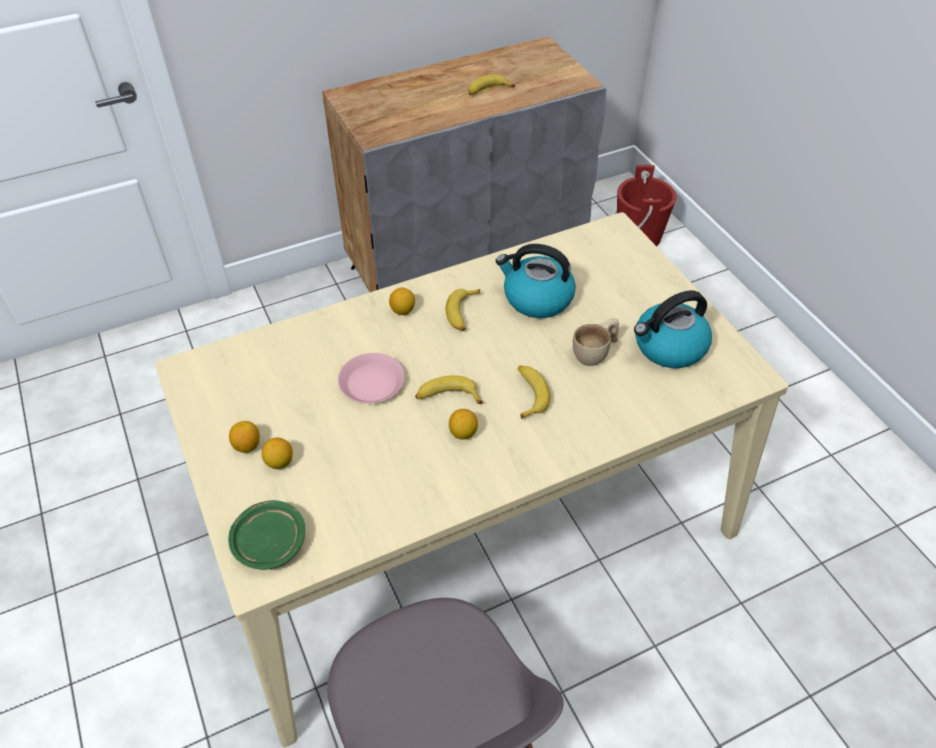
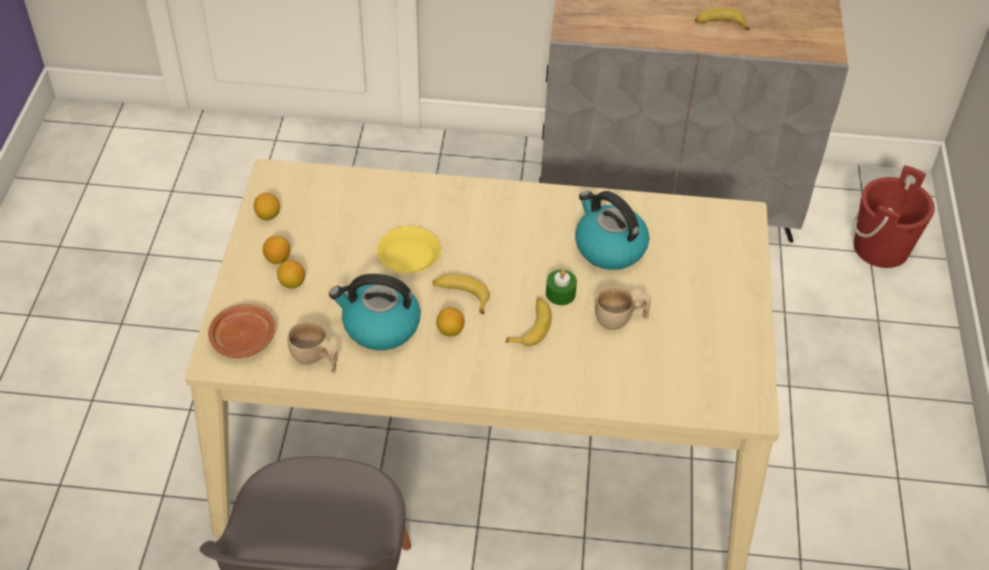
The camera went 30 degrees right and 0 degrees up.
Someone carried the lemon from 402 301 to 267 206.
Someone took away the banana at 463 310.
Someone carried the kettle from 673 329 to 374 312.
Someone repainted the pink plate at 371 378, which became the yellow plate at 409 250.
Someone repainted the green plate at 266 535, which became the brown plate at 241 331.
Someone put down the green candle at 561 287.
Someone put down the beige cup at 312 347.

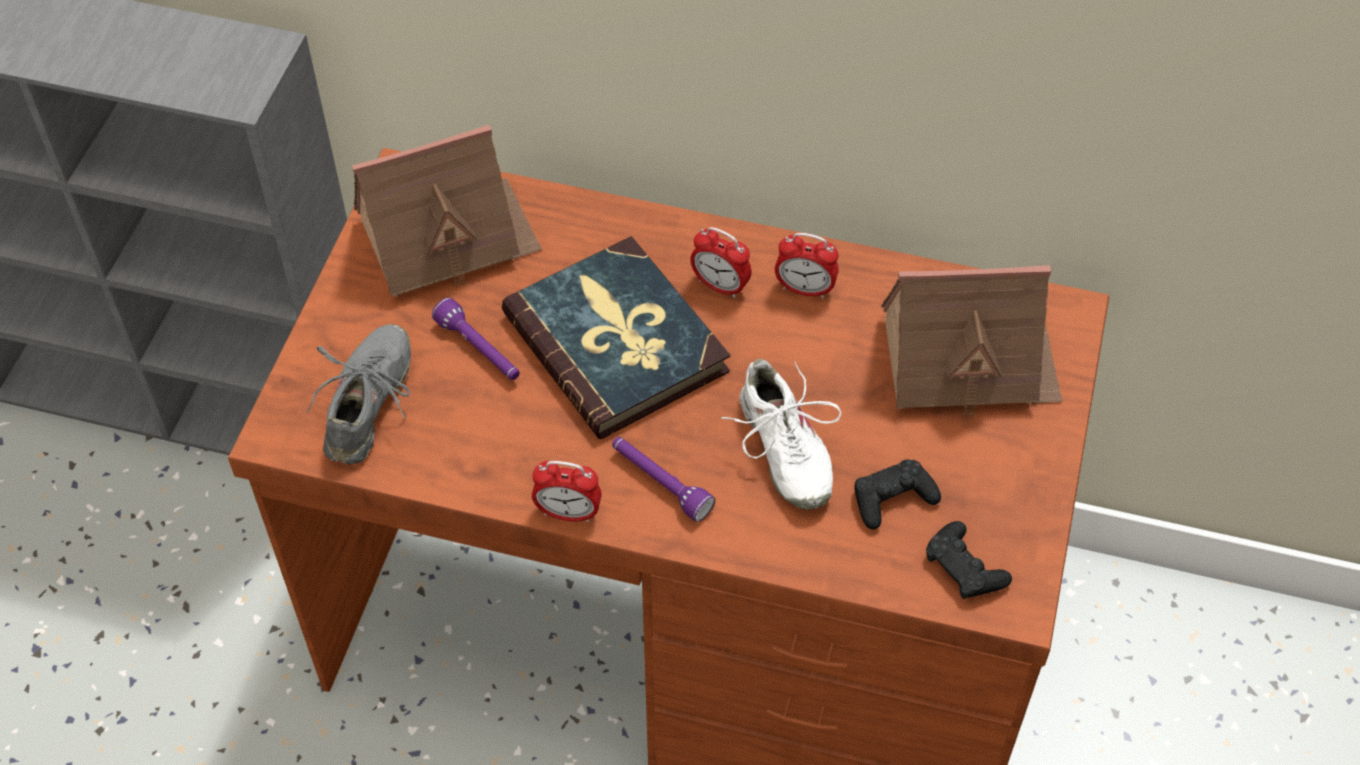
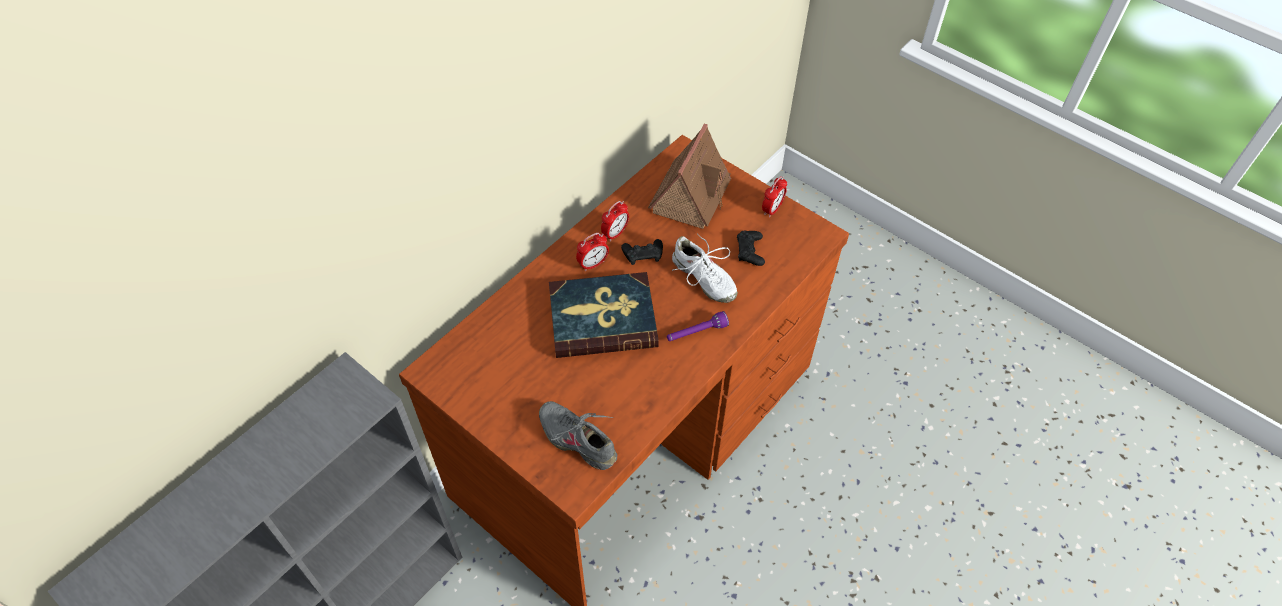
The camera went 65 degrees left and 0 degrees up.
Someone took away the toy house at 447 211.
Someone took away the purple flashlight at 476 339.
Someone rotated the white shoe at 781 434 by 45 degrees clockwise.
Someone carried the alarm clock from 567 491 to 774 197.
Someone carried the black game controller from 969 560 to 642 252.

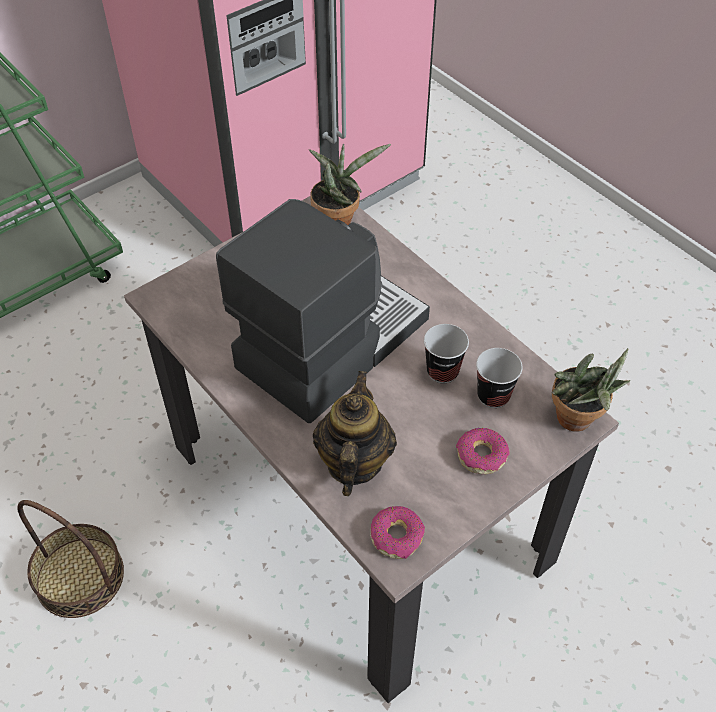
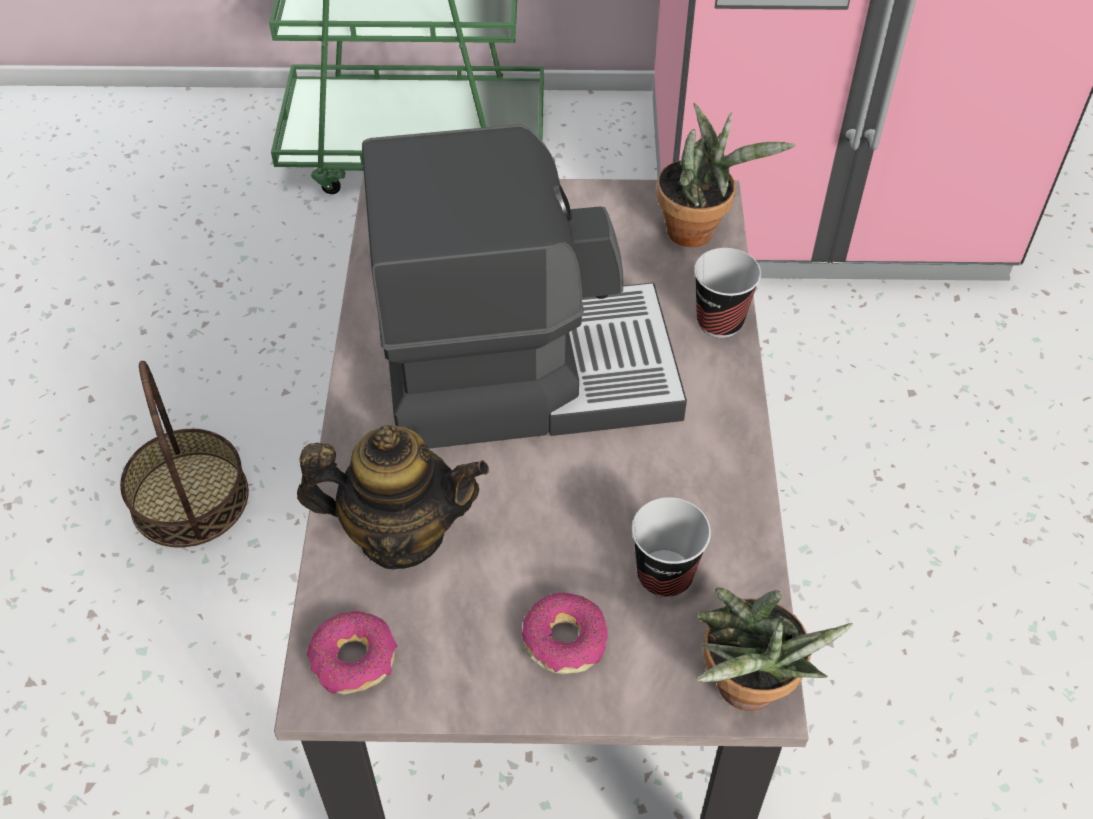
The camera went 40 degrees right and 0 degrees up.
Someone carried the cup from 446 353 to 727 293.
Someone rotated the teapot at 355 433 by 45 degrees clockwise.

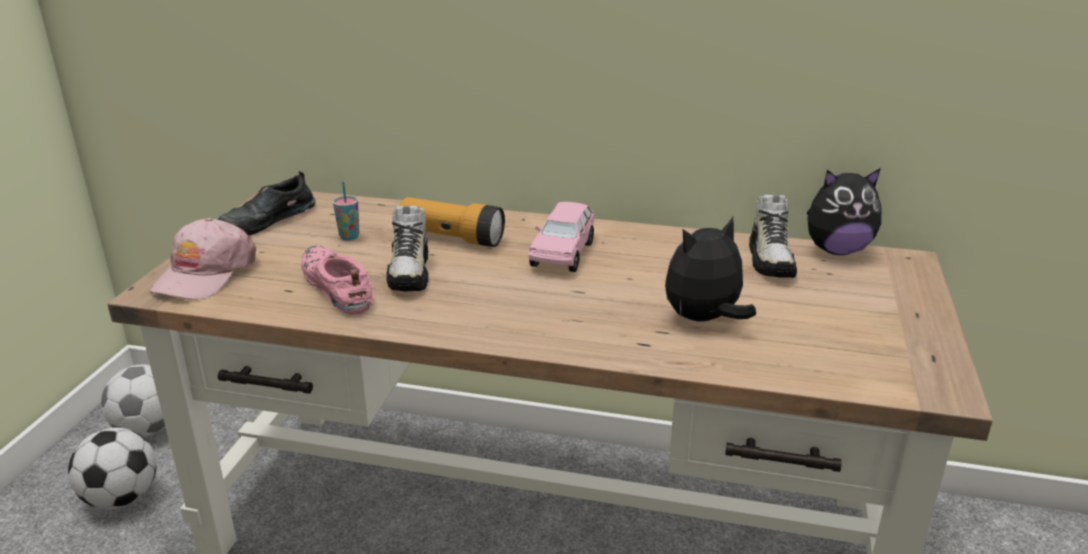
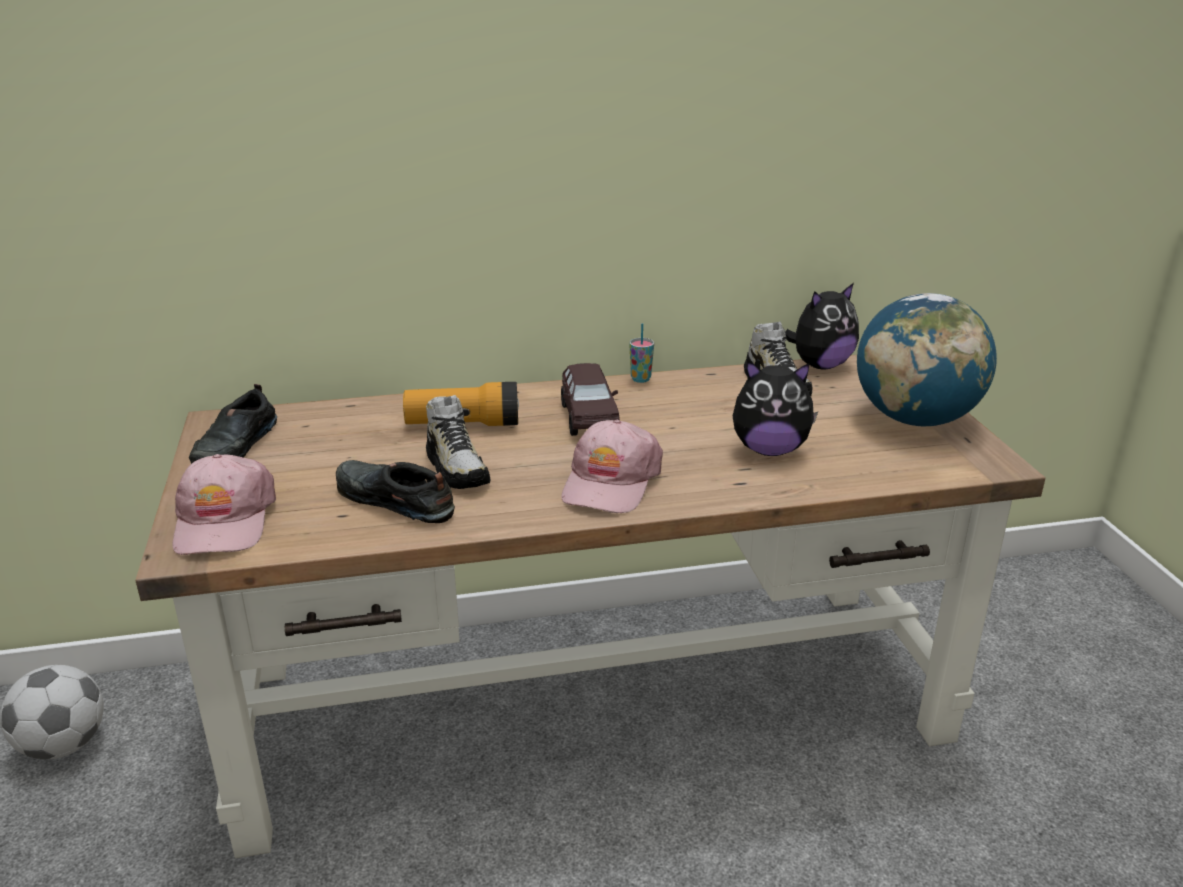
The camera went 25 degrees left and 0 degrees up.
Someone carried the cup from 346 211 to 641 353.
Someone repainted the pink toy car at 561 237, which became the brown toy car at 590 399.
Someone rotated the plush toy at 710 269 by 120 degrees counterclockwise.
Someone repainted the pink shoe at 337 280, which became the black shoe at 395 491.
Someone took away the football at 112 468.
Someone put down the globe at 927 359.
Someone put down the pink cap at 612 466.

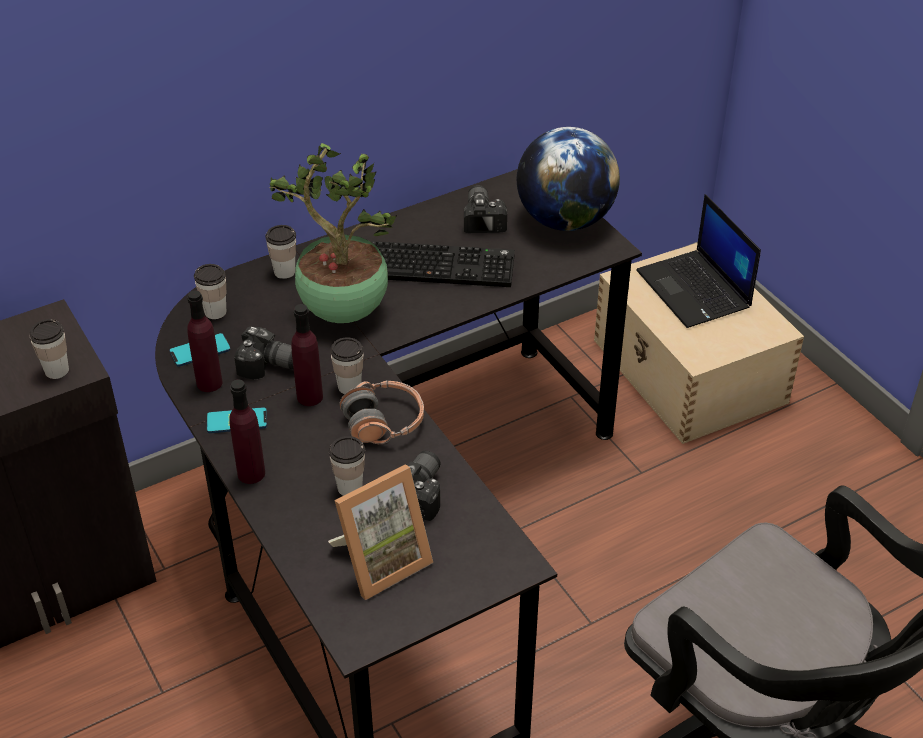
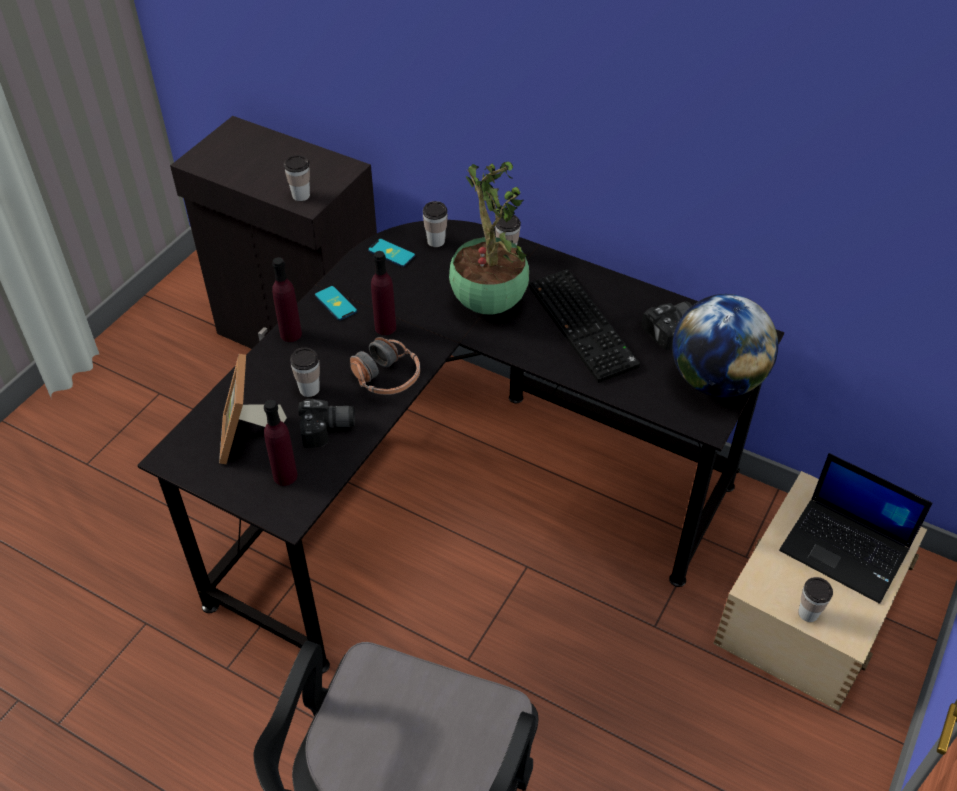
The camera went 60 degrees right and 5 degrees up.
Someone rotated the laptop at 698 261 by 90 degrees counterclockwise.
Someone carried the purple bottle from 205 341 to 281 443.
Someone took away the photo camera at 264 352.
Someone carried the cup from 347 365 to 815 599.
Someone rotated the picture frame at 380 532 by 60 degrees clockwise.

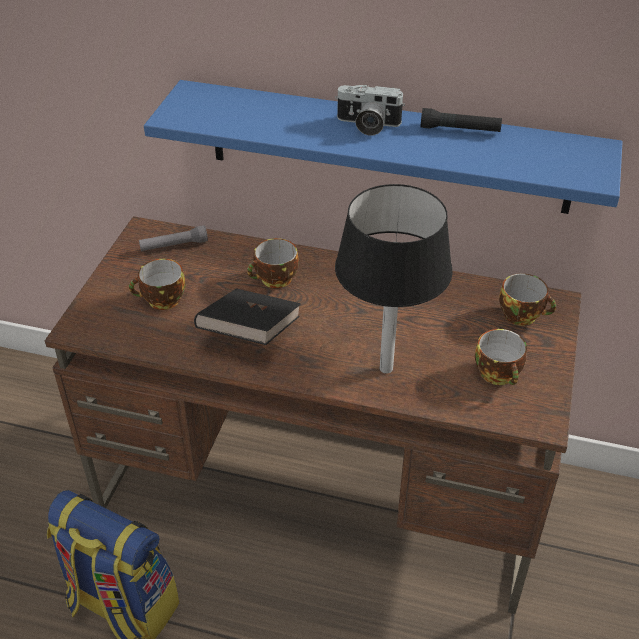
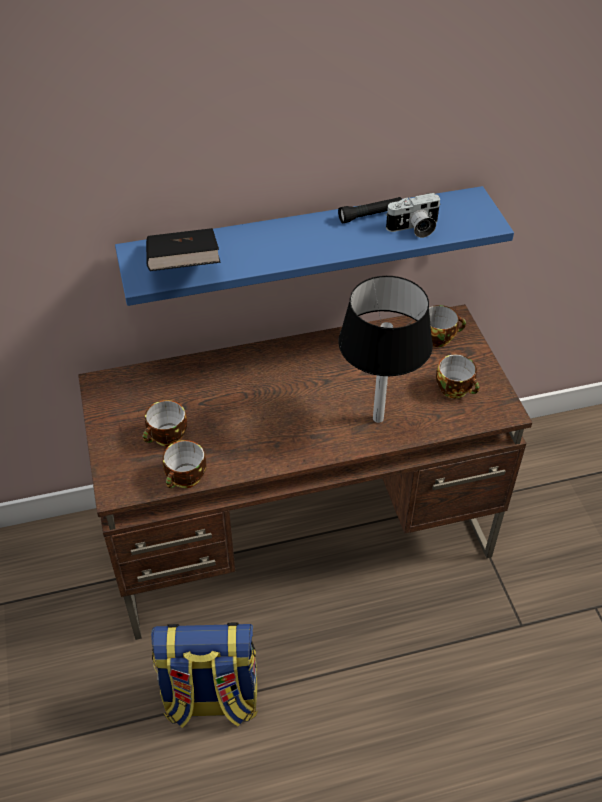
The camera went 30 degrees left and 5 degrees up.
Someone carried the photo camera from 370 110 to 413 215.
Someone took away the grey flashlight at 173 238.
Someone carried the cup from 273 263 to 184 464.
Someone carried the black book from 247 316 to 183 249.

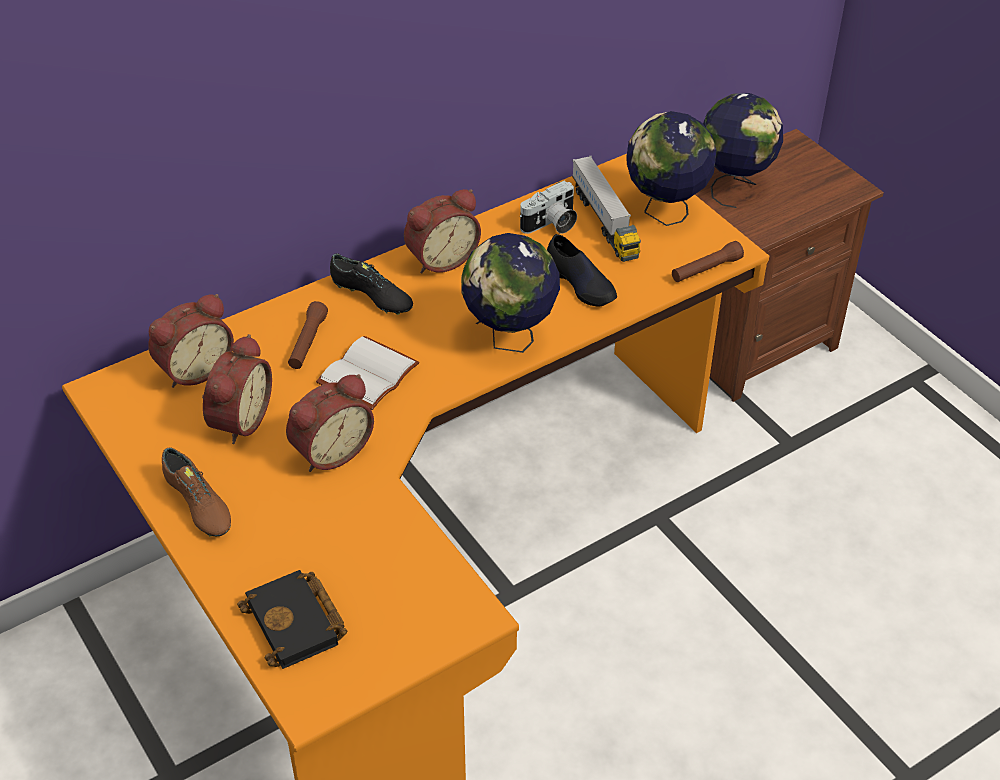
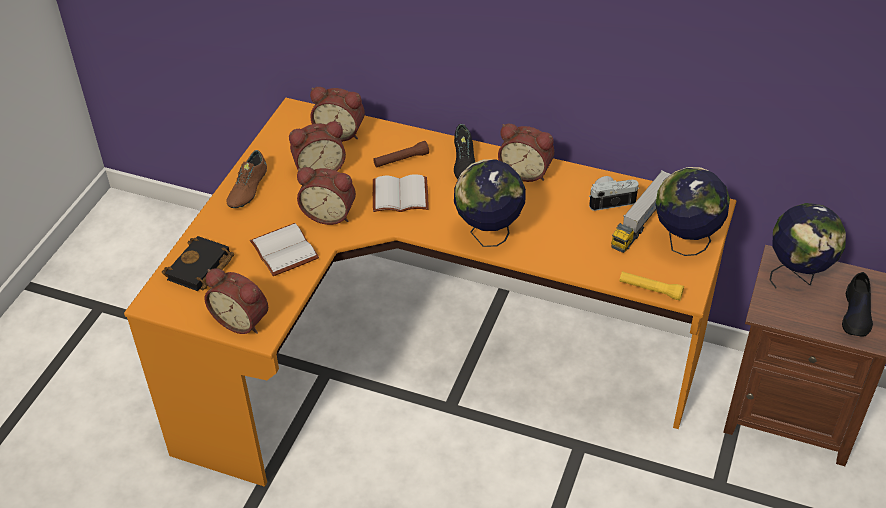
The camera went 55 degrees right and 0 degrees up.
Someone rotated the photo camera at 548 207 by 150 degrees clockwise.
Someone carried the black shoe from 582 270 to 857 304.
Someone repainted the brown flashlight at 708 261, which became the yellow flashlight at 651 286.
Someone put down the white book at 284 249.
Someone put down the alarm clock at 236 301.

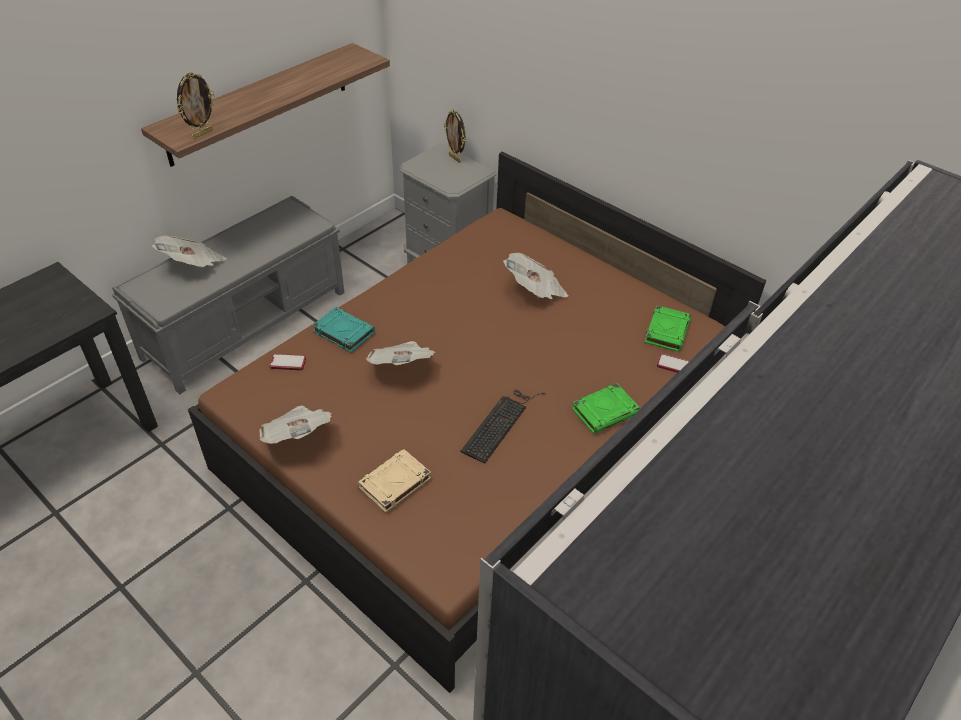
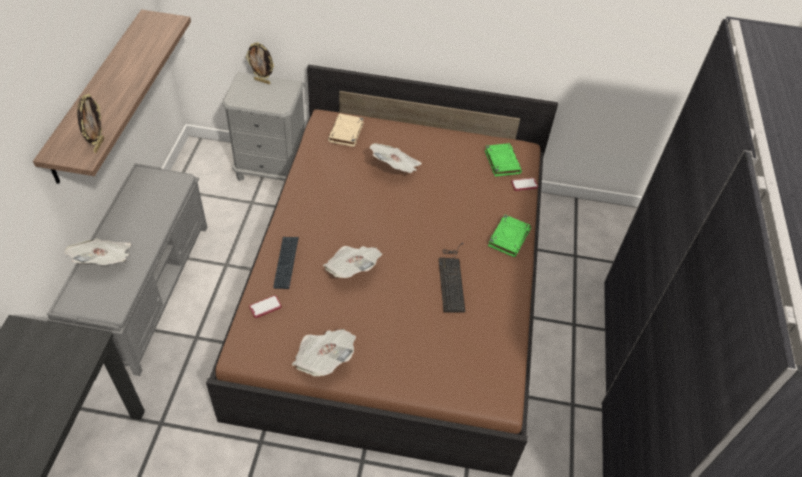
The camera went 35 degrees left and 5 degrees up.
Someone swapped the turquoise book at 343 330 for the keyboard at 286 263.
Someone carried the beige book from 394 481 to 346 130.

